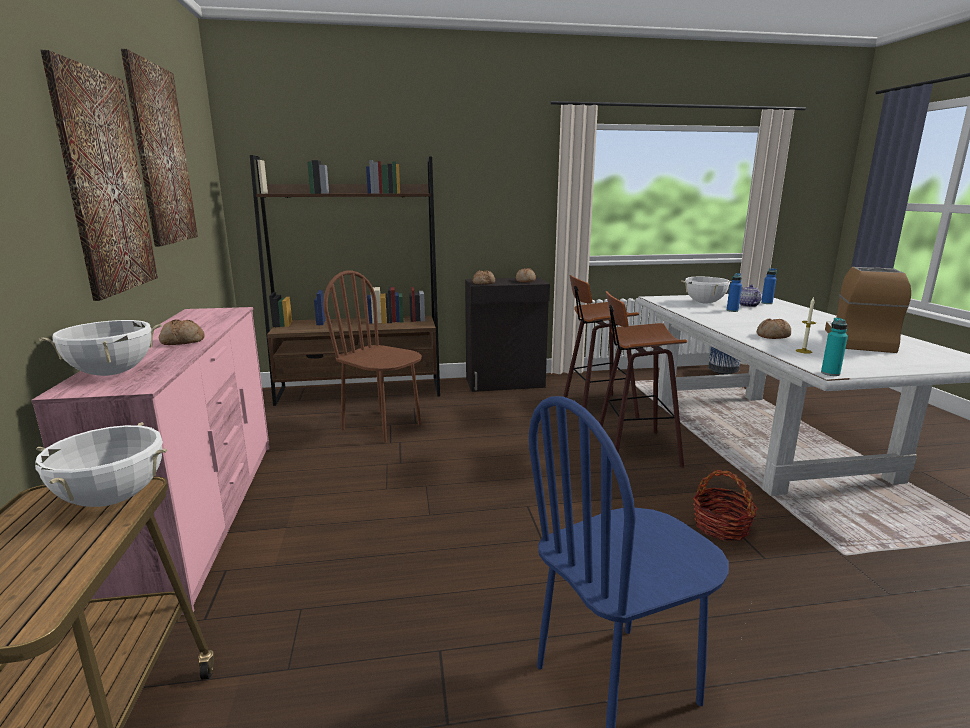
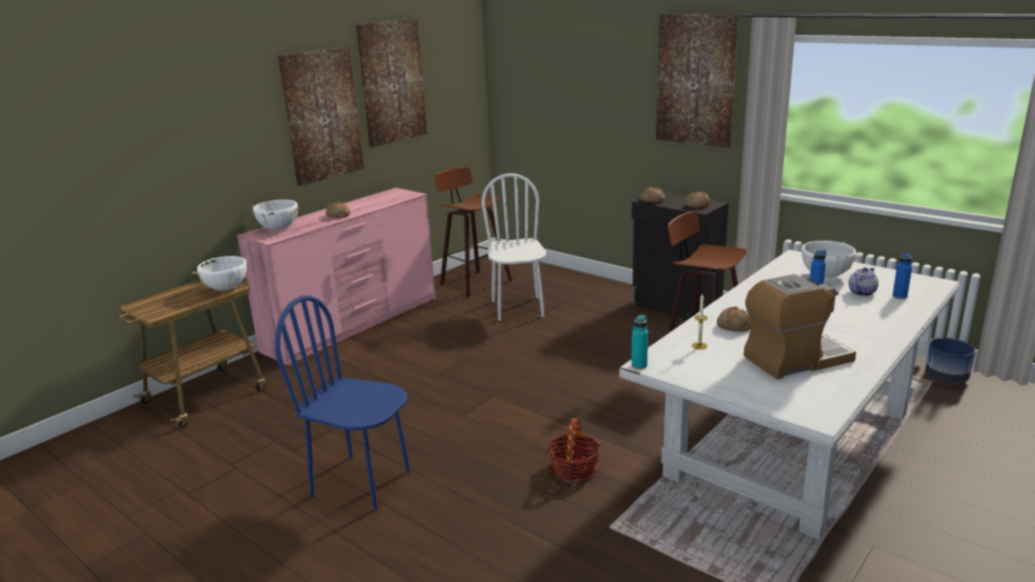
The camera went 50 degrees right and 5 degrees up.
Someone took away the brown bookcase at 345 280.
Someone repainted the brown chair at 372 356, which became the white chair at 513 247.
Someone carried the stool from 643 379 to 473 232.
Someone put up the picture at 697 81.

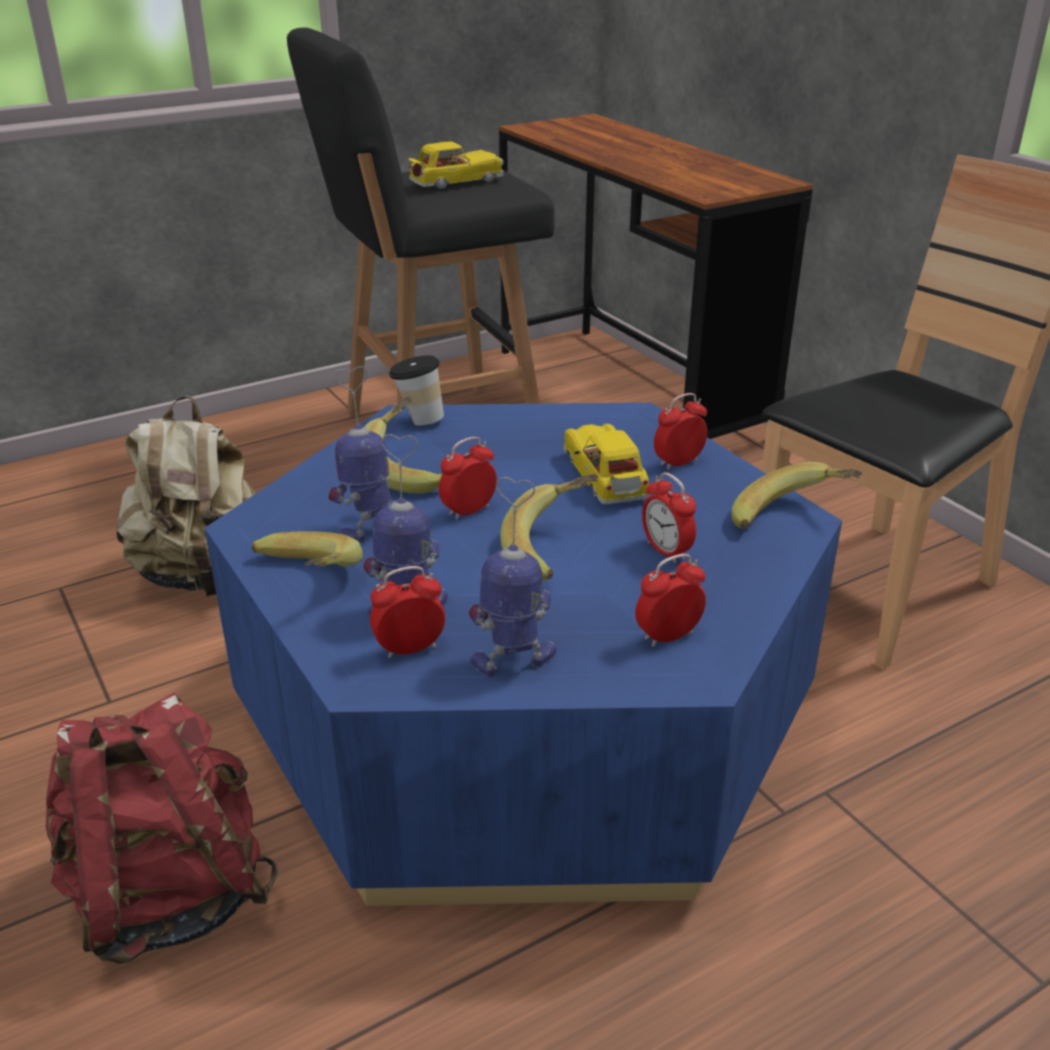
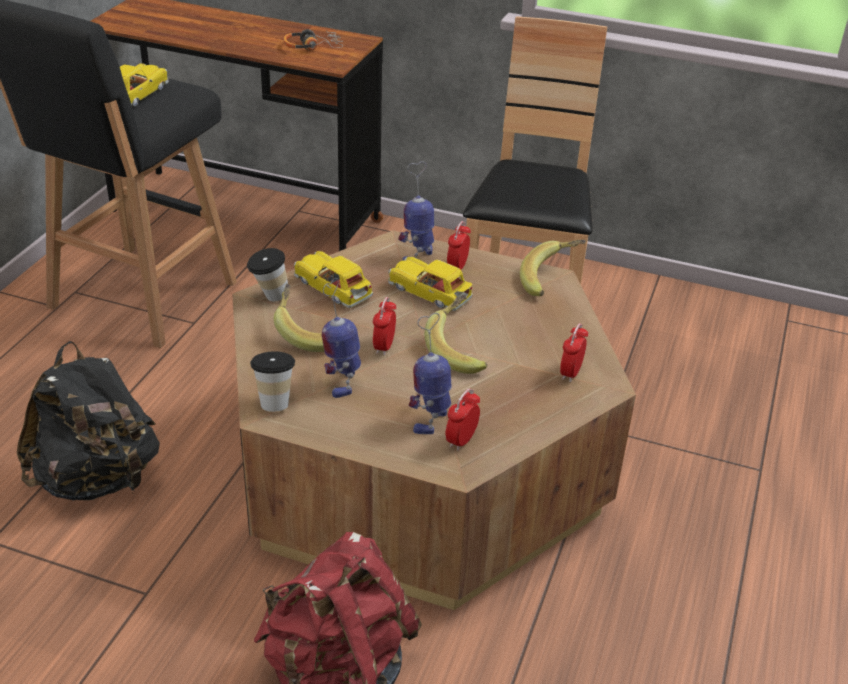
The camera went 40 degrees left and 5 degrees up.
Someone repainted the beige backpack at 186 495, which became the black backpack at 88 420.
Someone repainted the blue coffee table at 523 654, which became the brown coffee table at 434 420.
Someone took away the alarm clock at 669 517.
Someone carried the toy robot from 512 577 to 416 211.
Someone took away the banana at 307 549.
Someone put down the headphones at 313 40.
Someone put down the toy car at 333 279.
Someone put down the cup at 272 381.

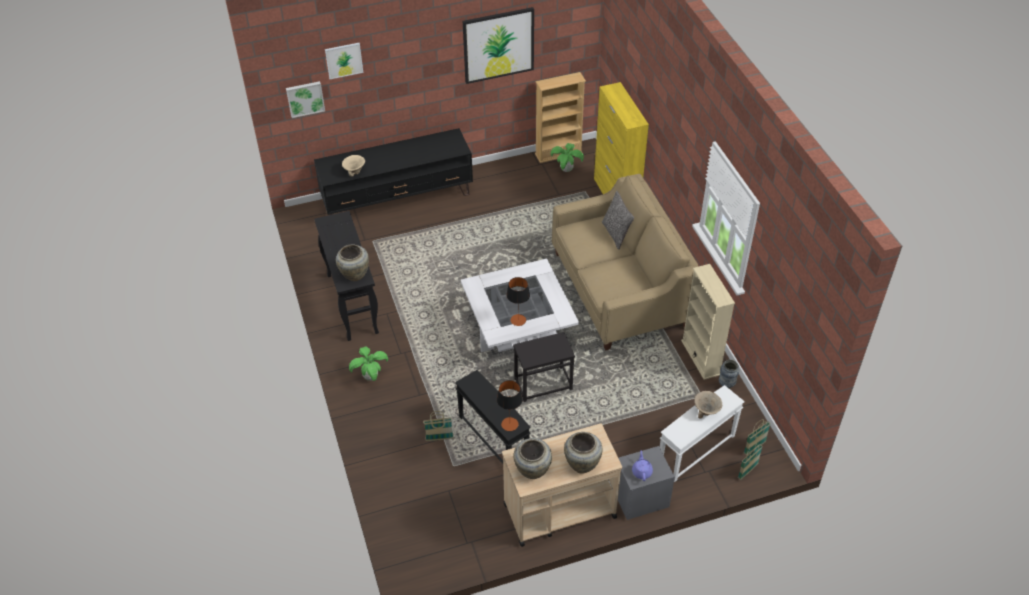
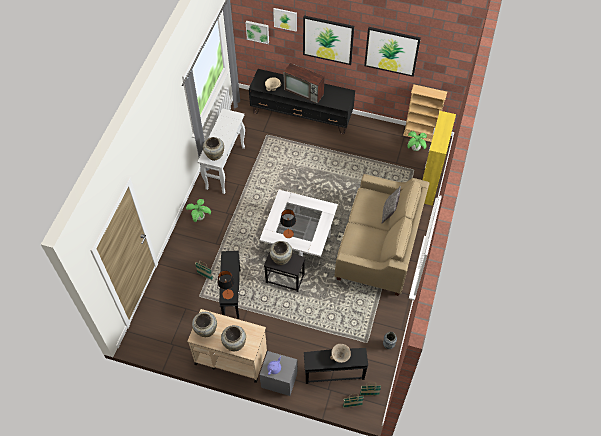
The camera went 35 degrees right and 10 degrees up.
Someone repainted the black console table at 346 276, which became the white console table at 221 151.
Someone took away the beige bookcase at 708 322.
Someone repainted the white side table at 702 433, which became the black side table at 336 366.
Someone put up the picture at 328 40.
Someone put down the television at 304 83.
Someone put down the beige vase at 281 253.

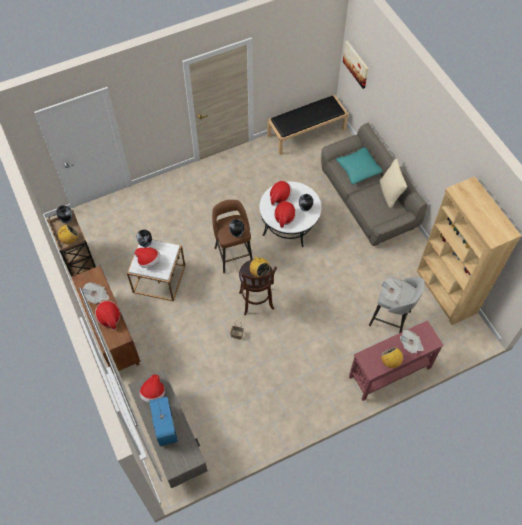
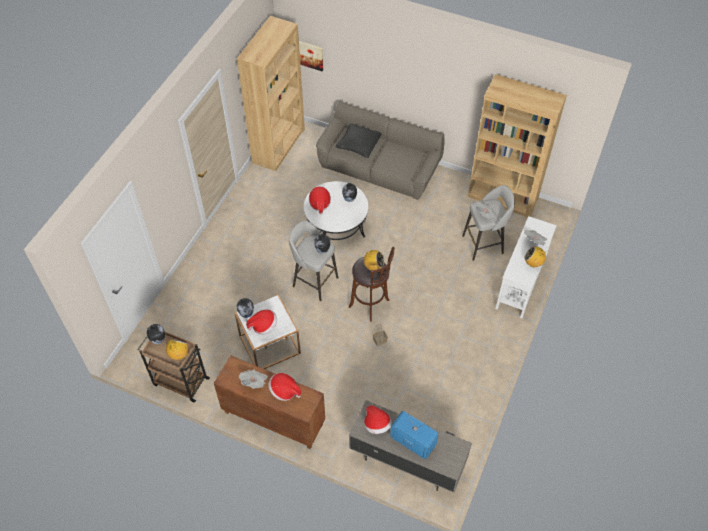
The camera went 40 degrees left and 5 degrees down.
Someone swapped the black bench at 307 125 for the brown bookcase at 271 93.
Someone repainted the turquoise pillow at 359 165, which became the black pillow at 359 140.
Someone took away the beige pillow at 393 183.
Someone repainted the brown stool at 232 236, which became the grey stool at 313 260.
Someone took away the hat at 285 214.
Someone repainted the red console table at 396 361, which became the white console table at 526 267.

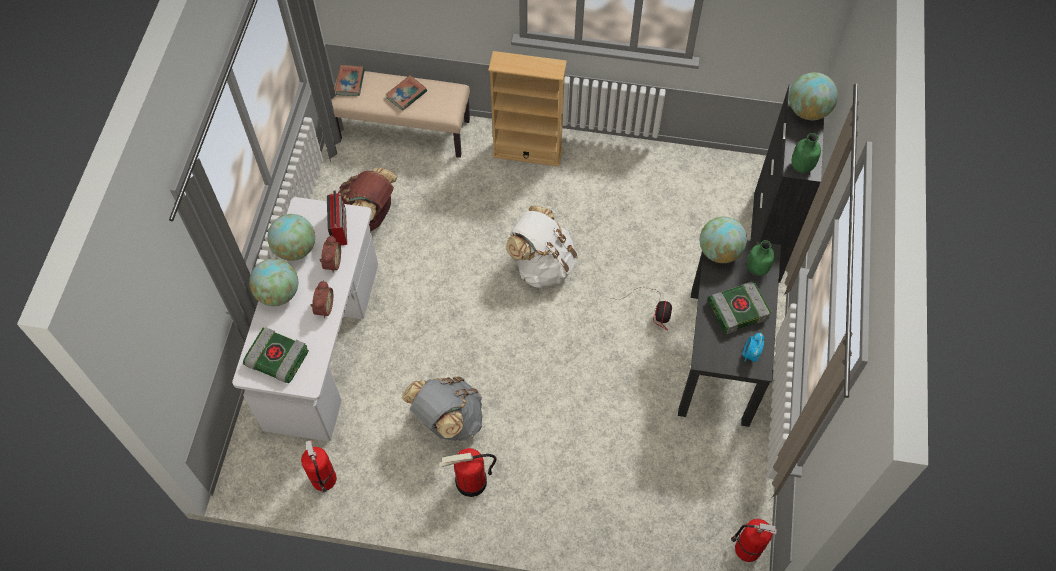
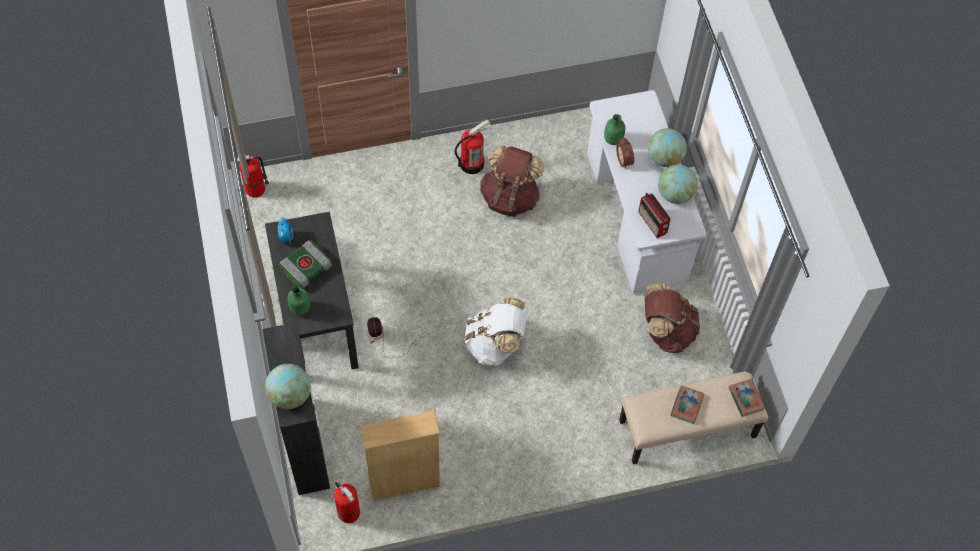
The camera went 155 degrees right and 0 degrees up.
Someone carried the beige bookcase from 527 109 to 400 455.
Someone carried the green bottle from 806 153 to 614 129.
Someone took away the globe at 723 240.
Someone took away the alarm clock at 330 254.
Someone took away the book at 276 355.
Someone repainted the grey backpack at 442 408, which became the brown backpack at 512 181.
Someone carried the fire extinguisher from 319 466 to 347 502.

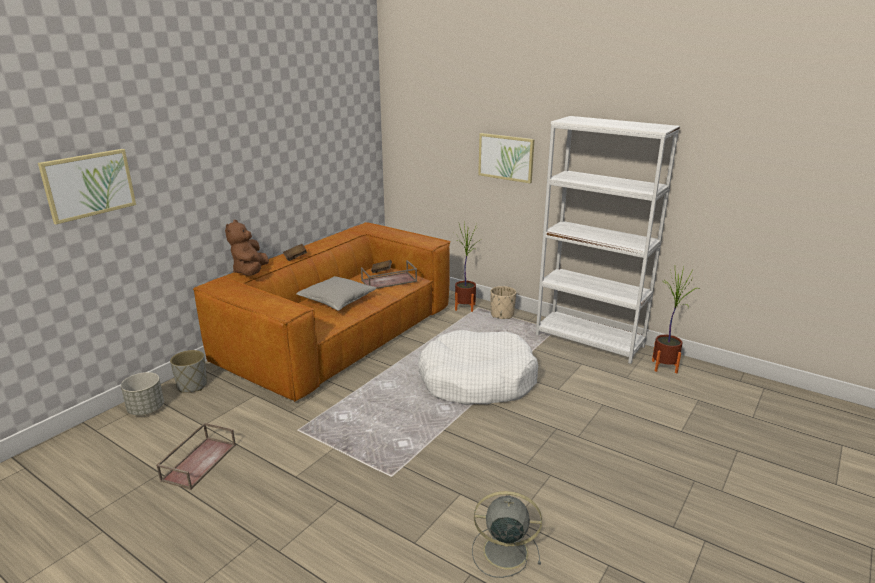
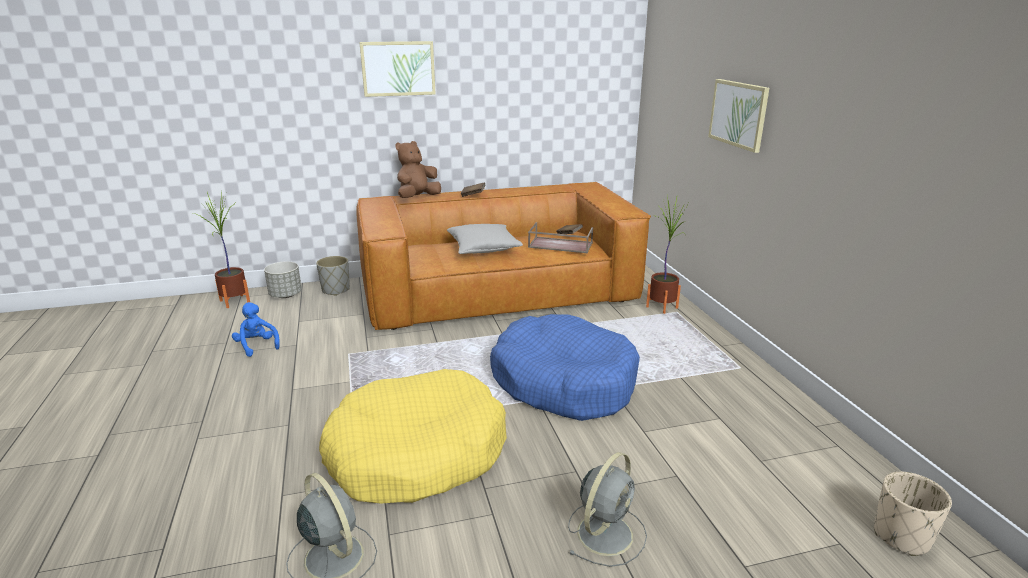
The camera went 40 degrees right and 0 degrees up.
Someone took away the white bookcase at 608 240.
Someone carried the picture from 87 186 to 397 69.
Someone carried the potted plant from 674 320 to 221 249.
Someone carried the beige planter from 503 302 to 913 514.
Someone repainted the white dog bed at 478 367, which became the blue dog bed at 565 367.
Someone swapped the brown tray at 196 456 for the blue plush toy at 256 329.
Someone put down the yellow dog bed at 413 436.
Someone put down the grey fan at 607 509.

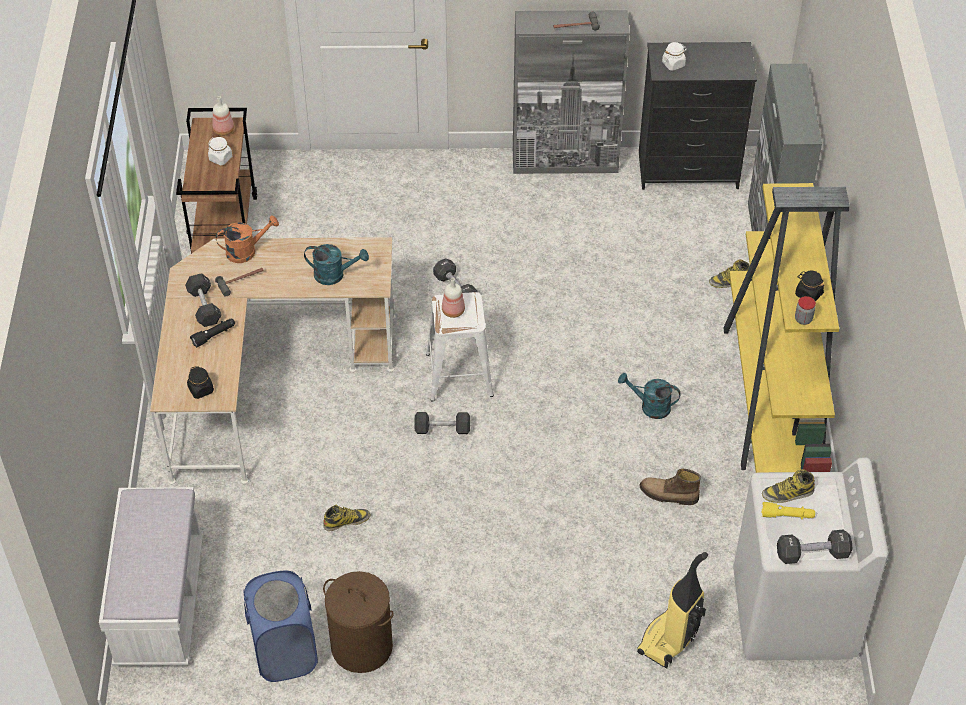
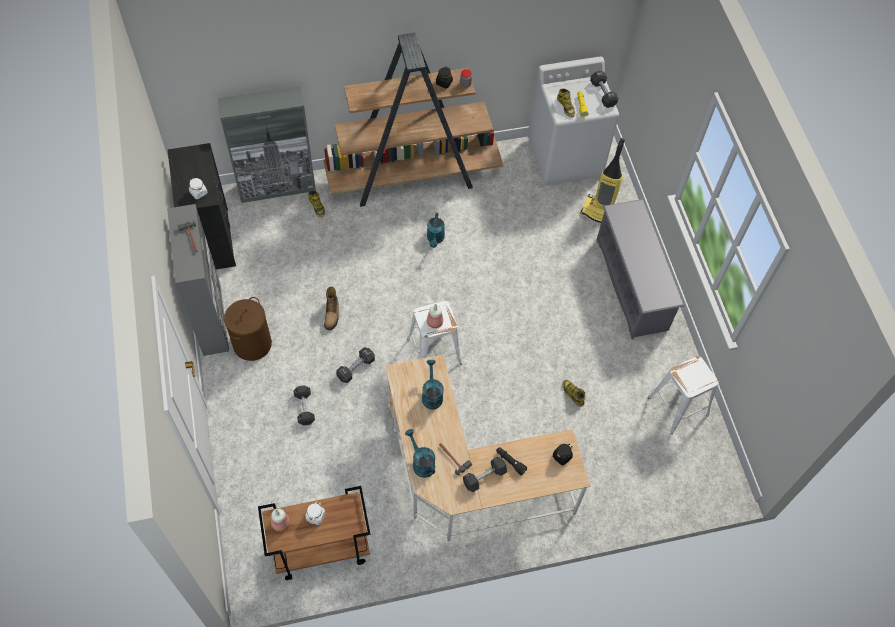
The camera went 105 degrees left and 10 degrees up.
Someone repainted the yellow bookcase at 786 328, which became the brown bookcase at 413 119.
Someone repainted the orange watering can at 247 239, which became the turquoise watering can at 420 453.
Someone carried the black dumbbell from 442 423 to 304 405.
Someone carried the boot from 670 487 to 331 308.
Someone took away the white bench at 151 576.
Someone swapped the blue laundry basket at 280 626 for the white stool at 683 395.
Someone carried the brown laundry basket from 358 622 to 248 329.
Someone put down the grey shoe rack at 640 269.

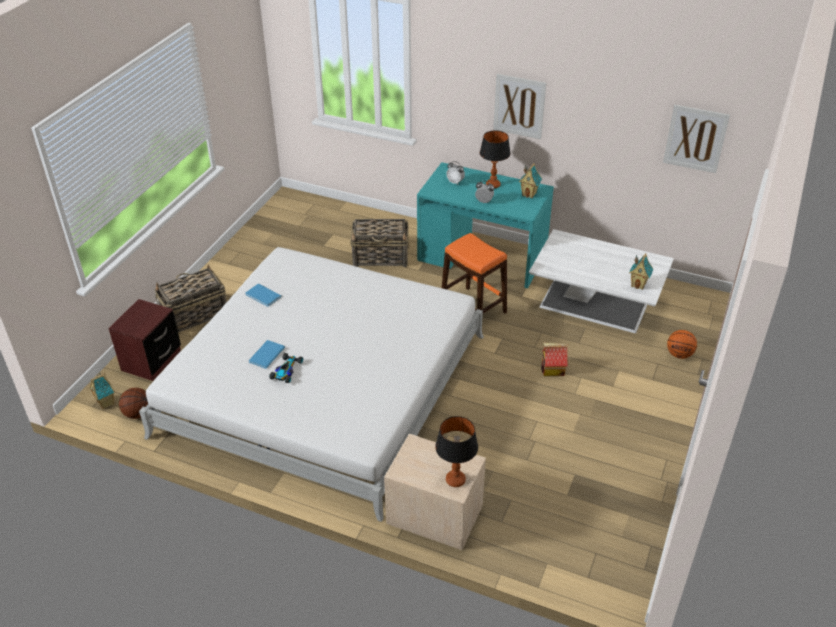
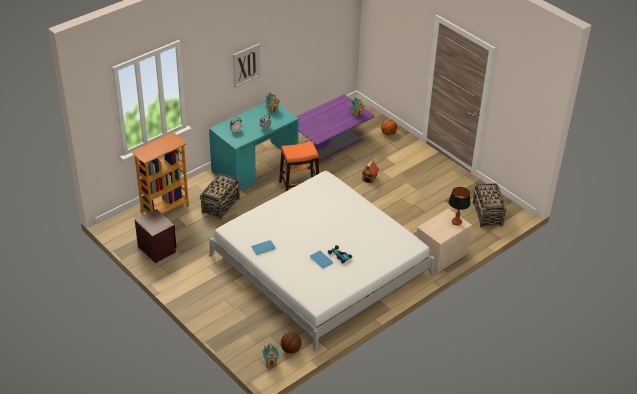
The camera went 65 degrees left and 0 degrees up.
Someone took away the picture at 696 139.
Someone took away the table lamp at 495 159.
Someone repainted the white coffee table at 601 281, which became the purple coffee table at 335 128.
Someone carried the basket from 191 298 to 489 205.
Someone carried the brown nightstand from 144 340 to 155 236.
Someone put down the bookcase at 160 173.

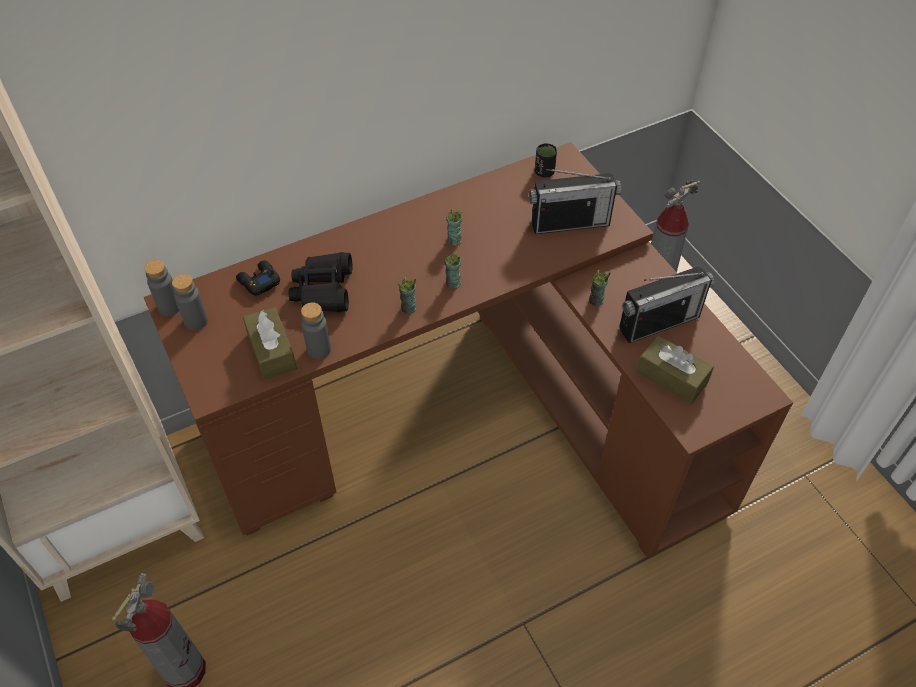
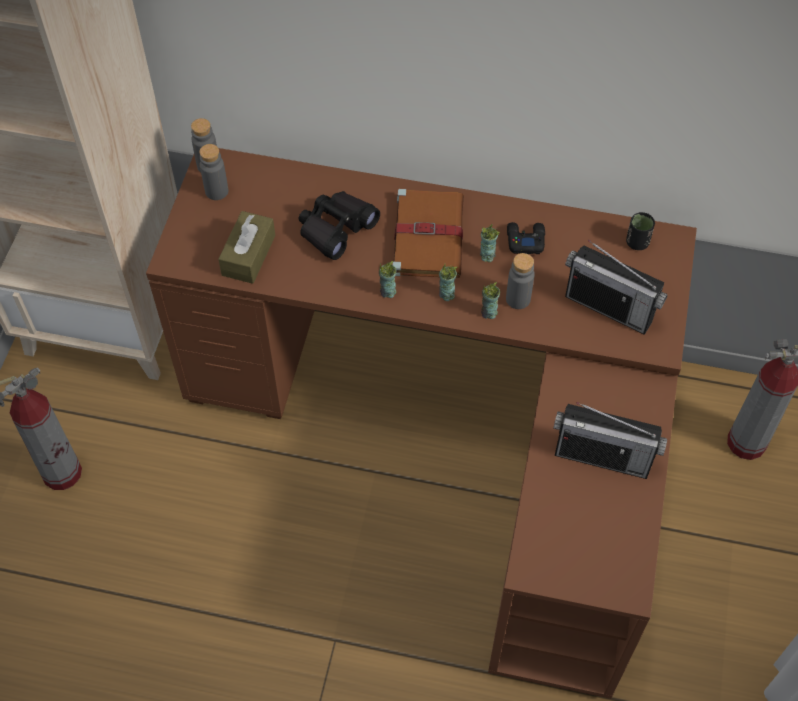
The camera went 40 degrees right and 5 degrees up.
Someone carried the black game controller from 258 278 to 526 238.
Someone carried the cup from 600 288 to 490 300.
Someone carried the grey bottle from 316 330 to 520 281.
Someone took away the brown tissue box at 675 370.
Someone put down the brown book at 428 233.

